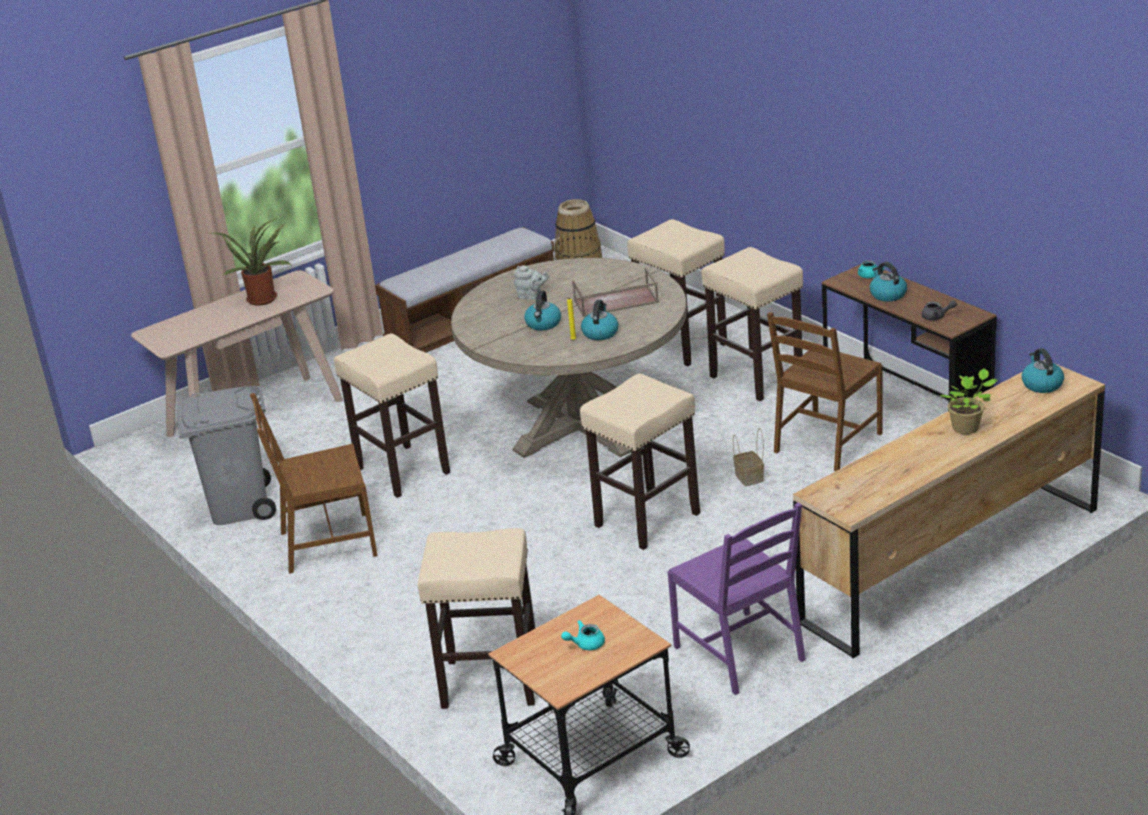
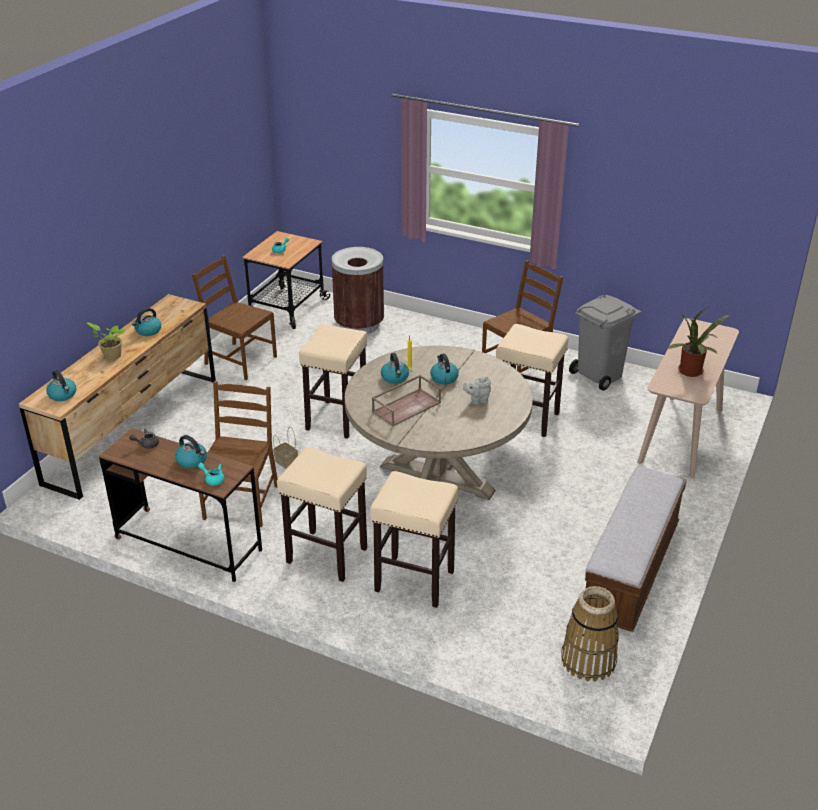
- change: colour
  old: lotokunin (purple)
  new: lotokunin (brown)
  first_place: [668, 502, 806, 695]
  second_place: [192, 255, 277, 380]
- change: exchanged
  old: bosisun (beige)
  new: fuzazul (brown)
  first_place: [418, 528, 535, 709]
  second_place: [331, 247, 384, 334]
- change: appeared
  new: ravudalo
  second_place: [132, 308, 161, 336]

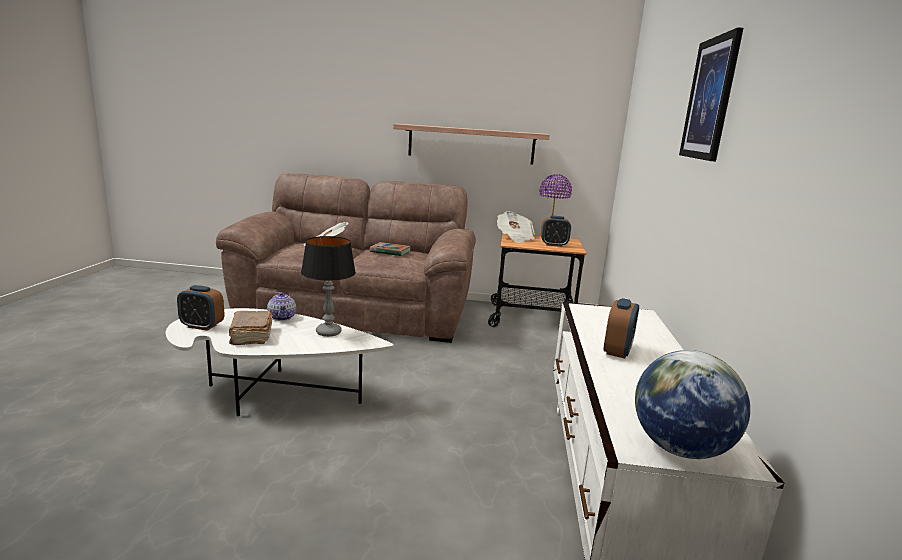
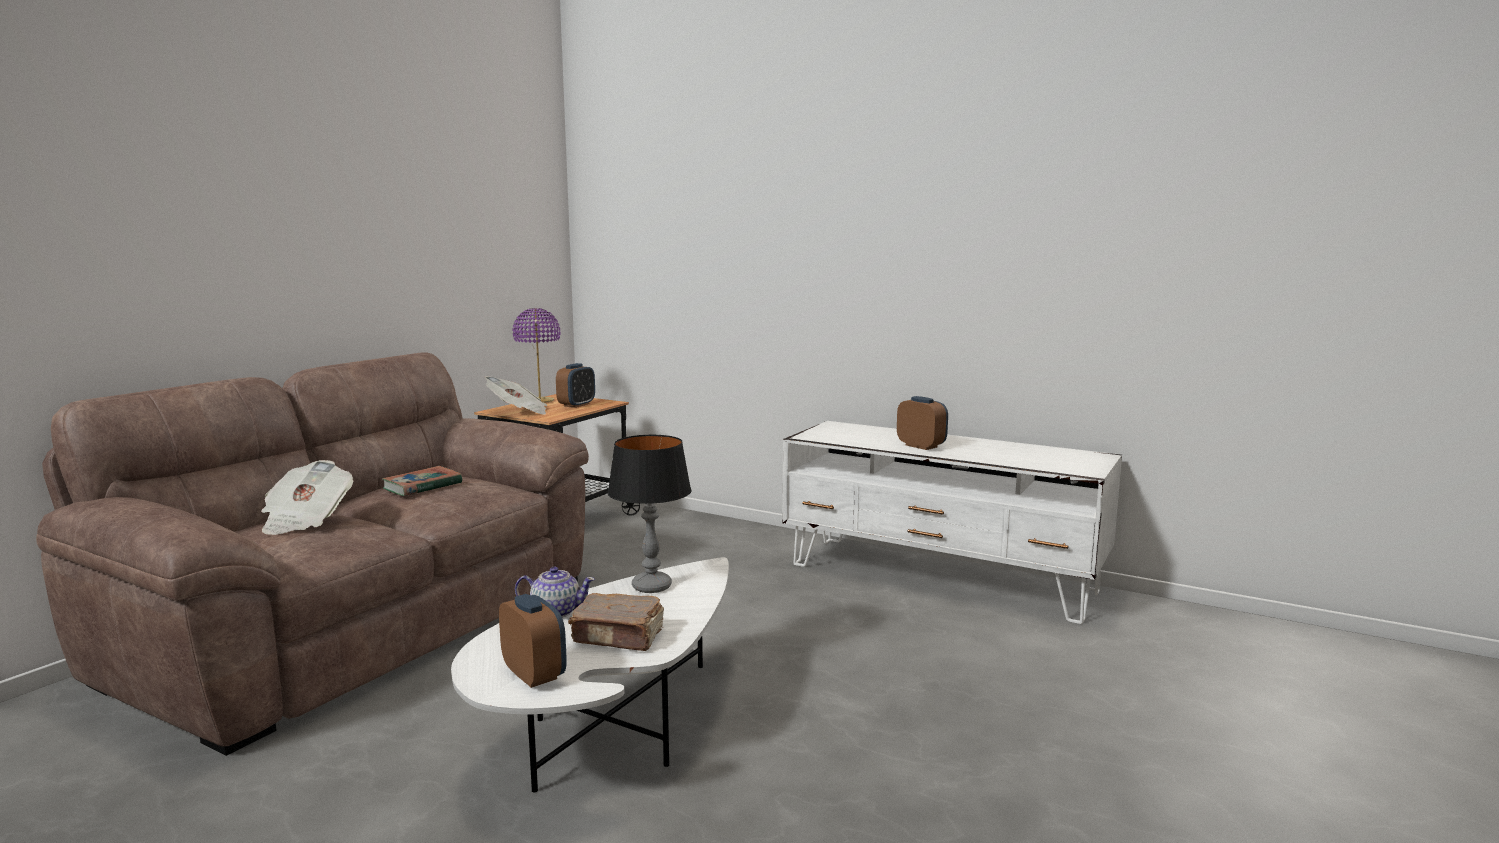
- change: missing
  old: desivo
  first_place: [679, 27, 743, 162]
- change: missing
  old: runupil
  first_place: [393, 124, 550, 165]
- change: spun
  old: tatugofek
  first_place: [177, 285, 224, 331]
  second_place: [499, 594, 567, 688]
  degrees: -75
- change: missing
  old: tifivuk
  first_place: [635, 350, 750, 459]

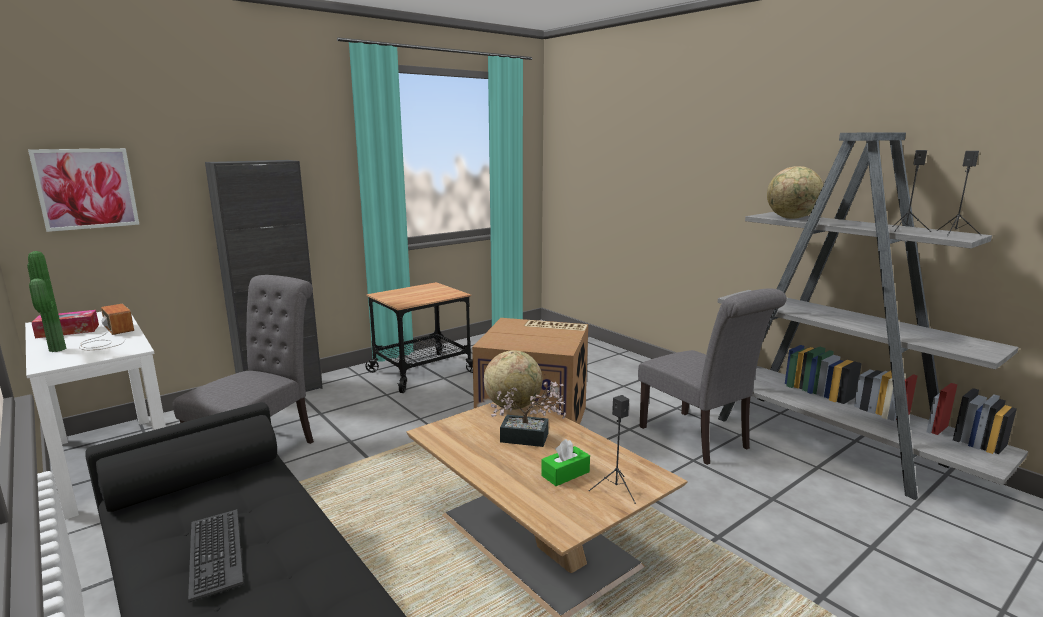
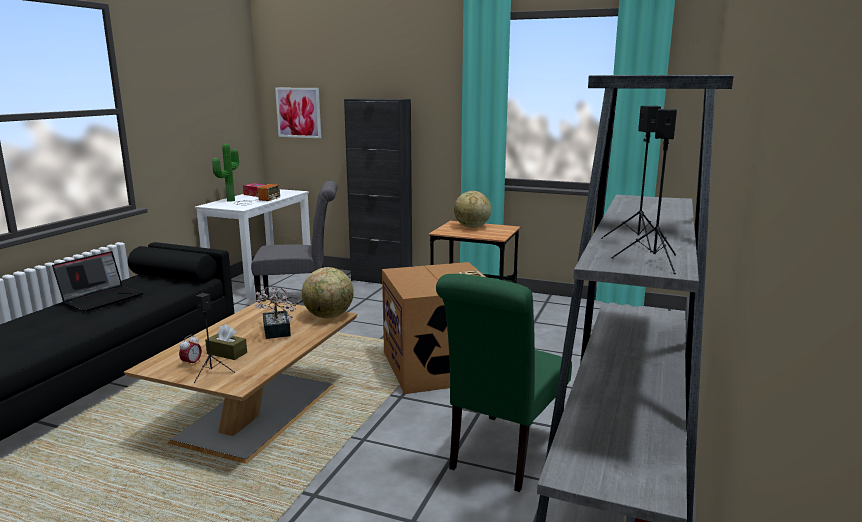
- change: relocated
  old: tifivuk
  first_place: [767, 166, 823, 219]
  second_place: [454, 191, 491, 228]
- change: colour
  old: lotokunin (grey)
  new: lotokunin (green)
  first_place: [638, 288, 787, 465]
  second_place: [436, 274, 572, 492]
- change: colour
  old: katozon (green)
  new: katozon (brown)
  first_place: [541, 439, 590, 486]
  second_place: [205, 324, 247, 360]
- change: exchanged
  old: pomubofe
  new: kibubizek
  first_place: [188, 509, 244, 602]
  second_place: [52, 251, 143, 312]
- change: appeared
  new: tatugofek
  second_place: [179, 335, 202, 365]

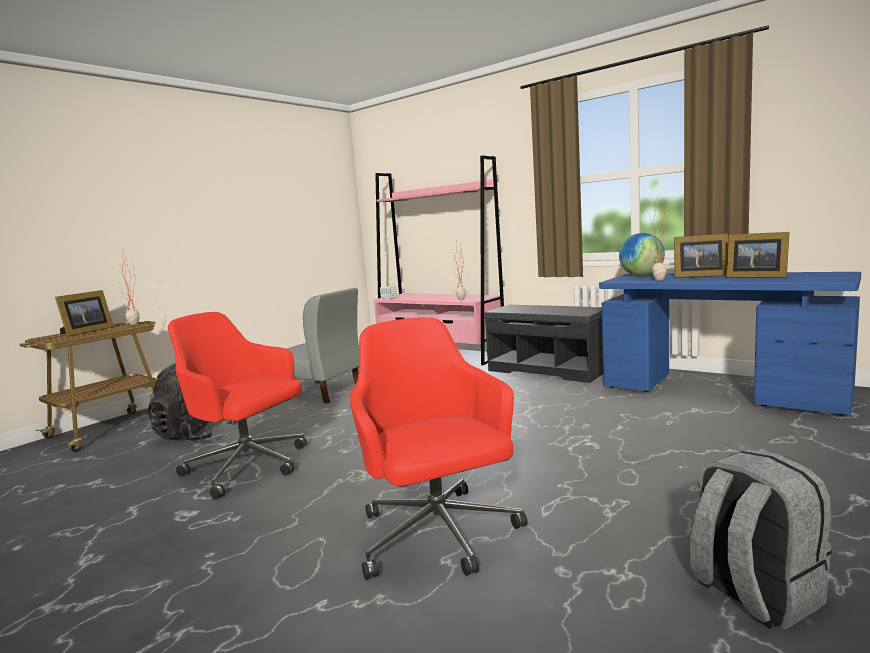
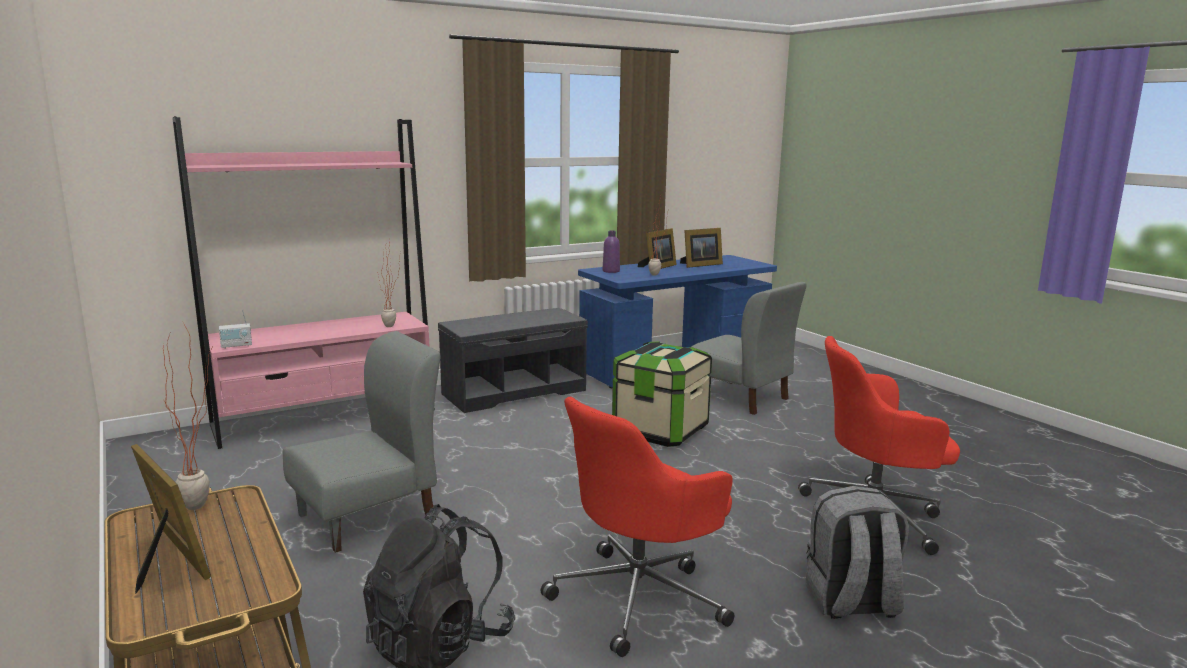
- change: exchanged
  old: tifivuk
  new: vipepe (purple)
  first_place: [619, 233, 665, 276]
  second_place: [603, 231, 620, 273]
- change: relocated
  old: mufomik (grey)
  first_place: [689, 449, 832, 629]
  second_place: [805, 486, 909, 619]
- change: appeared
  new: lotokunin (grey)
  second_place: [691, 282, 807, 415]
- change: appeared
  new: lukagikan
  second_place: [612, 341, 712, 447]

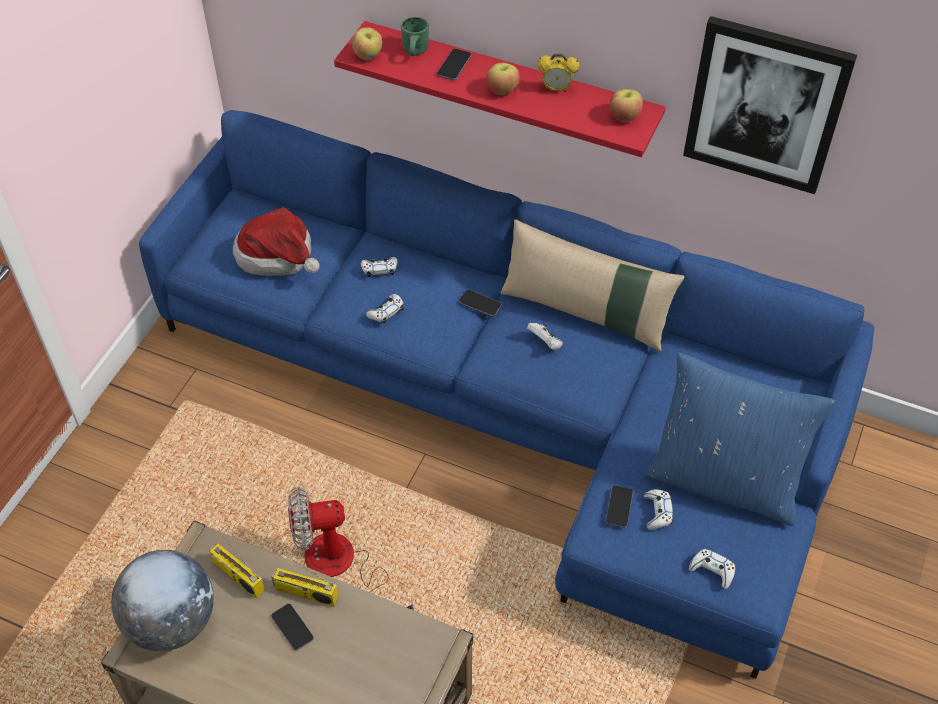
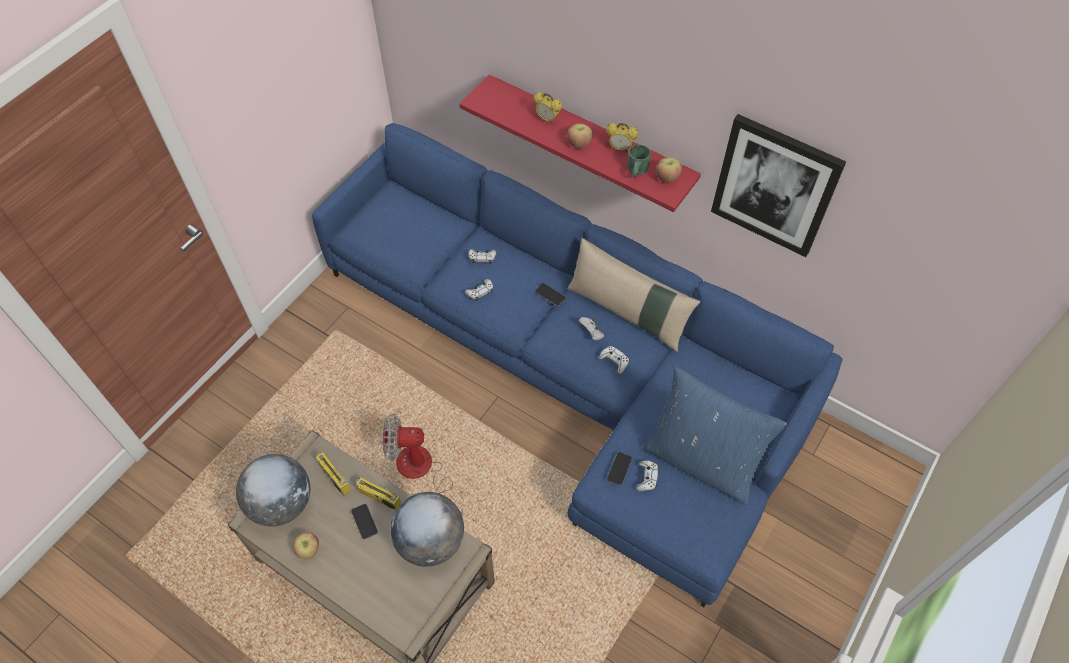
- change: relocated
  old: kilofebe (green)
  first_place: [401, 17, 429, 56]
  second_place: [627, 145, 651, 178]
- change: relocated
  old: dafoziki
  first_place: [352, 27, 383, 60]
  second_place: [293, 532, 319, 559]
- change: exchanged
  old: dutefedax
  new: tatugofek
  first_place: [437, 49, 471, 80]
  second_place: [534, 92, 562, 124]
- change: missing
  old: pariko
  first_place: [233, 207, 320, 276]
- change: relocated
  old: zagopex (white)
  first_place: [689, 549, 735, 589]
  second_place: [599, 346, 629, 374]
- change: appeared
  new: tifivuk
  second_place: [390, 492, 464, 567]

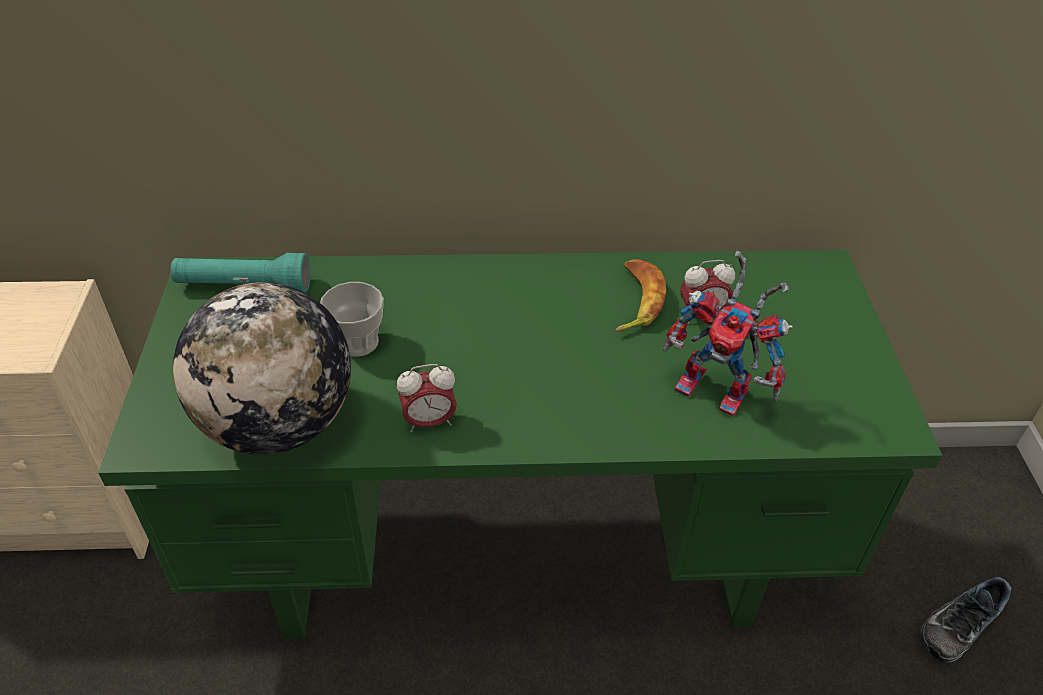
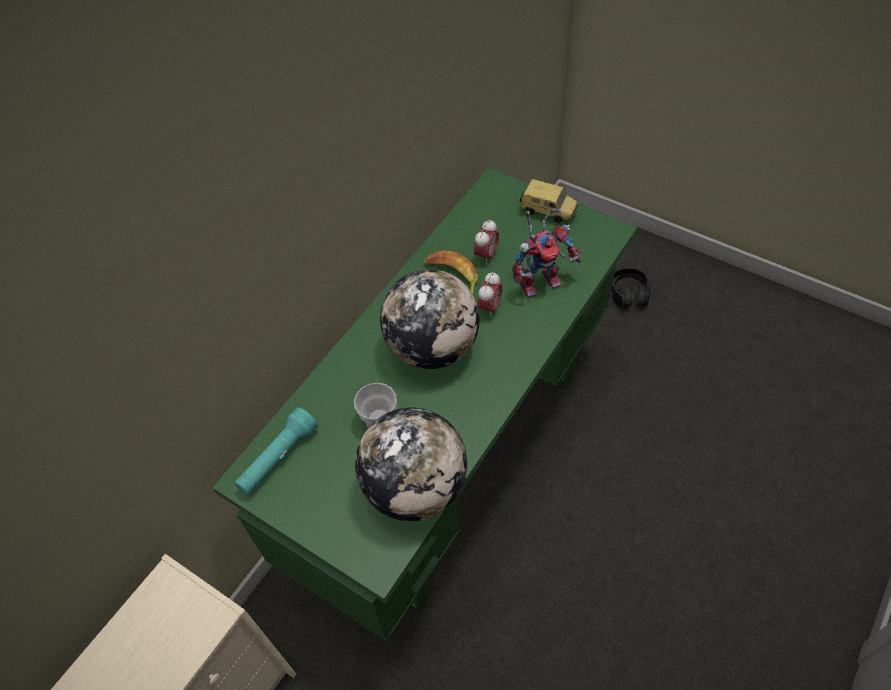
- change: relocated
  old: tatugofek
  first_place: [397, 364, 457, 432]
  second_place: [477, 271, 502, 318]
- change: exchanged
  old: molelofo
  new: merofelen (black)
  first_place: [920, 577, 1012, 663]
  second_place: [612, 268, 650, 308]
- change: appeared
  new: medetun
  second_place: [520, 179, 578, 223]
- change: appeared
  new: tifivuk
  second_place: [380, 269, 480, 369]

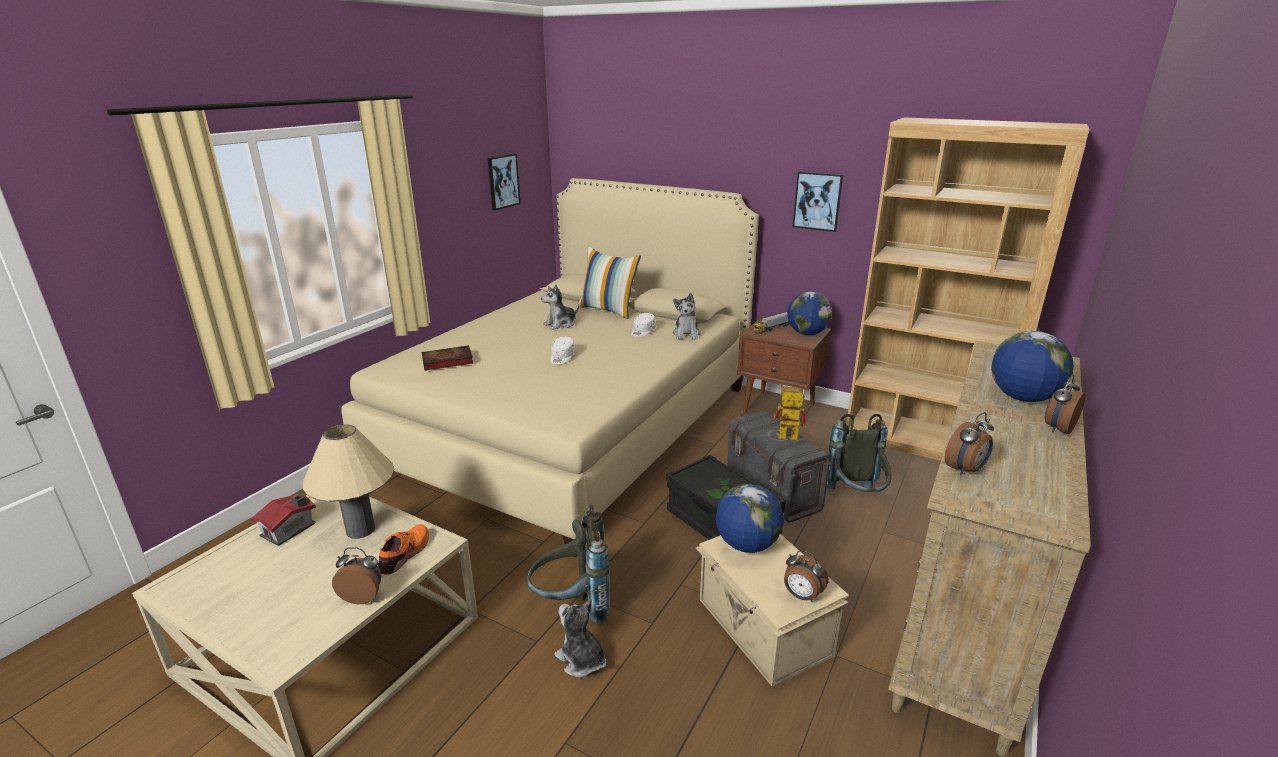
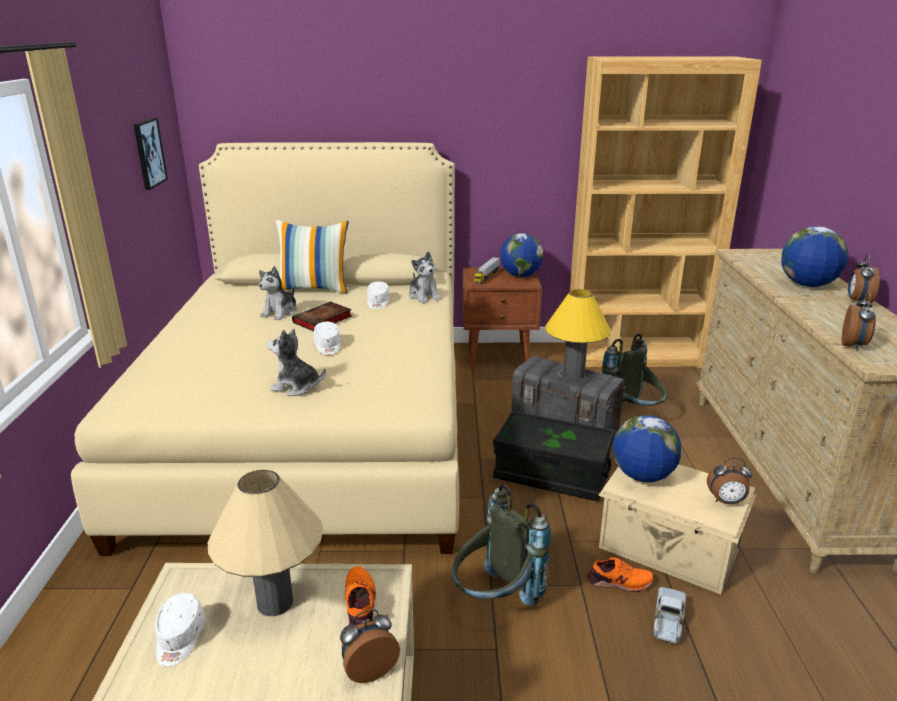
- change: missing
  old: desivo
  first_place: [793, 171, 843, 232]
- change: relocated
  old: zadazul
  first_place: [422, 345, 473, 371]
  second_place: [292, 301, 352, 331]
- change: exchanged
  old: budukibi
  new: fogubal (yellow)
  first_place: [769, 386, 806, 441]
  second_place: [545, 289, 611, 379]
- change: exchanged
  old: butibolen
  new: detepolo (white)
  first_place: [251, 494, 316, 546]
  second_place: [155, 593, 205, 667]
- change: relocated
  old: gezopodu
  first_place: [554, 599, 607, 677]
  second_place: [266, 329, 326, 396]
- change: appeared
  new: molelofo (orange)
  second_place: [587, 557, 653, 592]
- change: appeared
  new: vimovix
  second_place: [653, 587, 686, 645]

